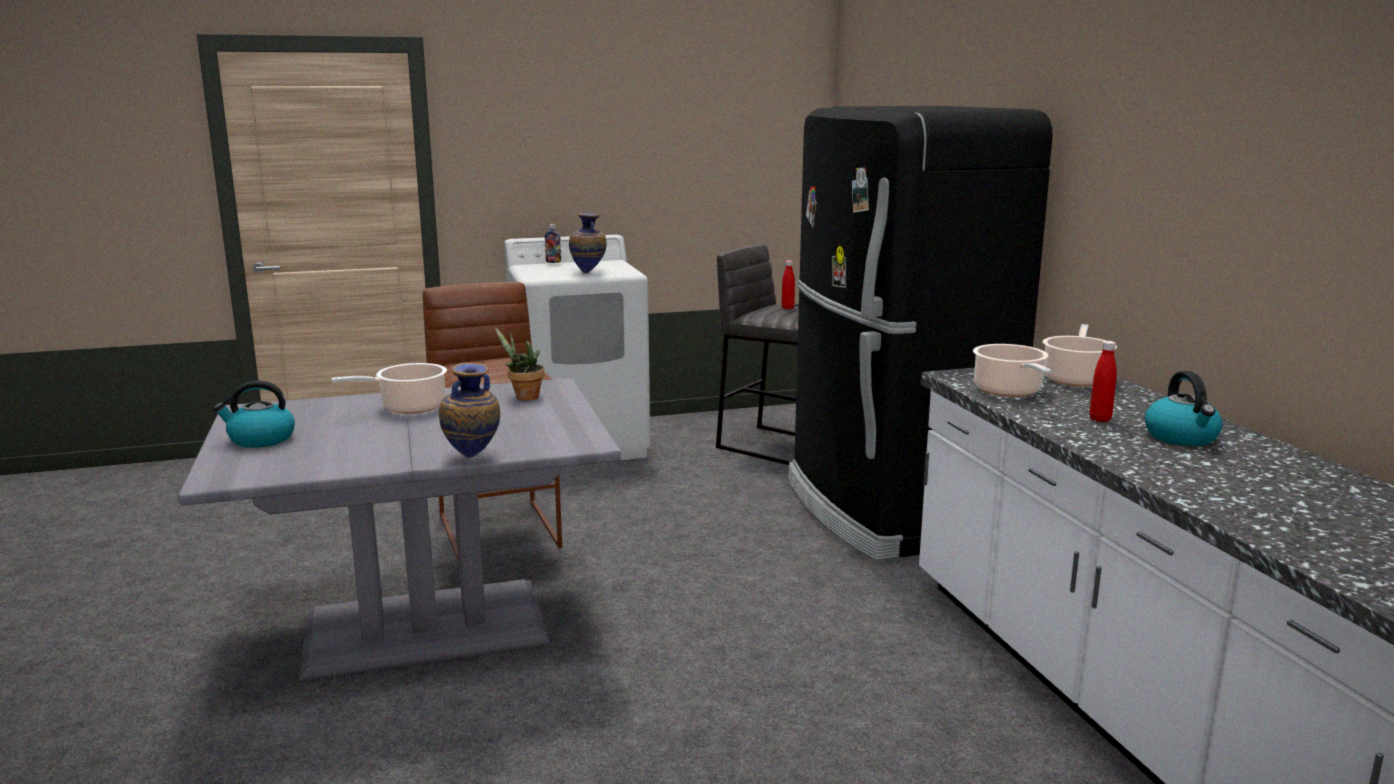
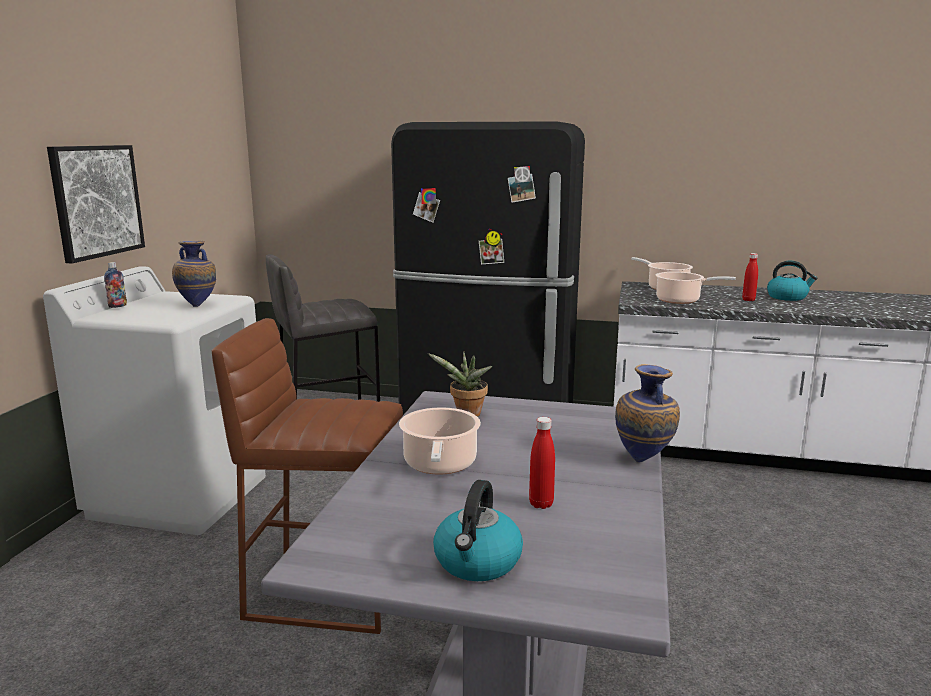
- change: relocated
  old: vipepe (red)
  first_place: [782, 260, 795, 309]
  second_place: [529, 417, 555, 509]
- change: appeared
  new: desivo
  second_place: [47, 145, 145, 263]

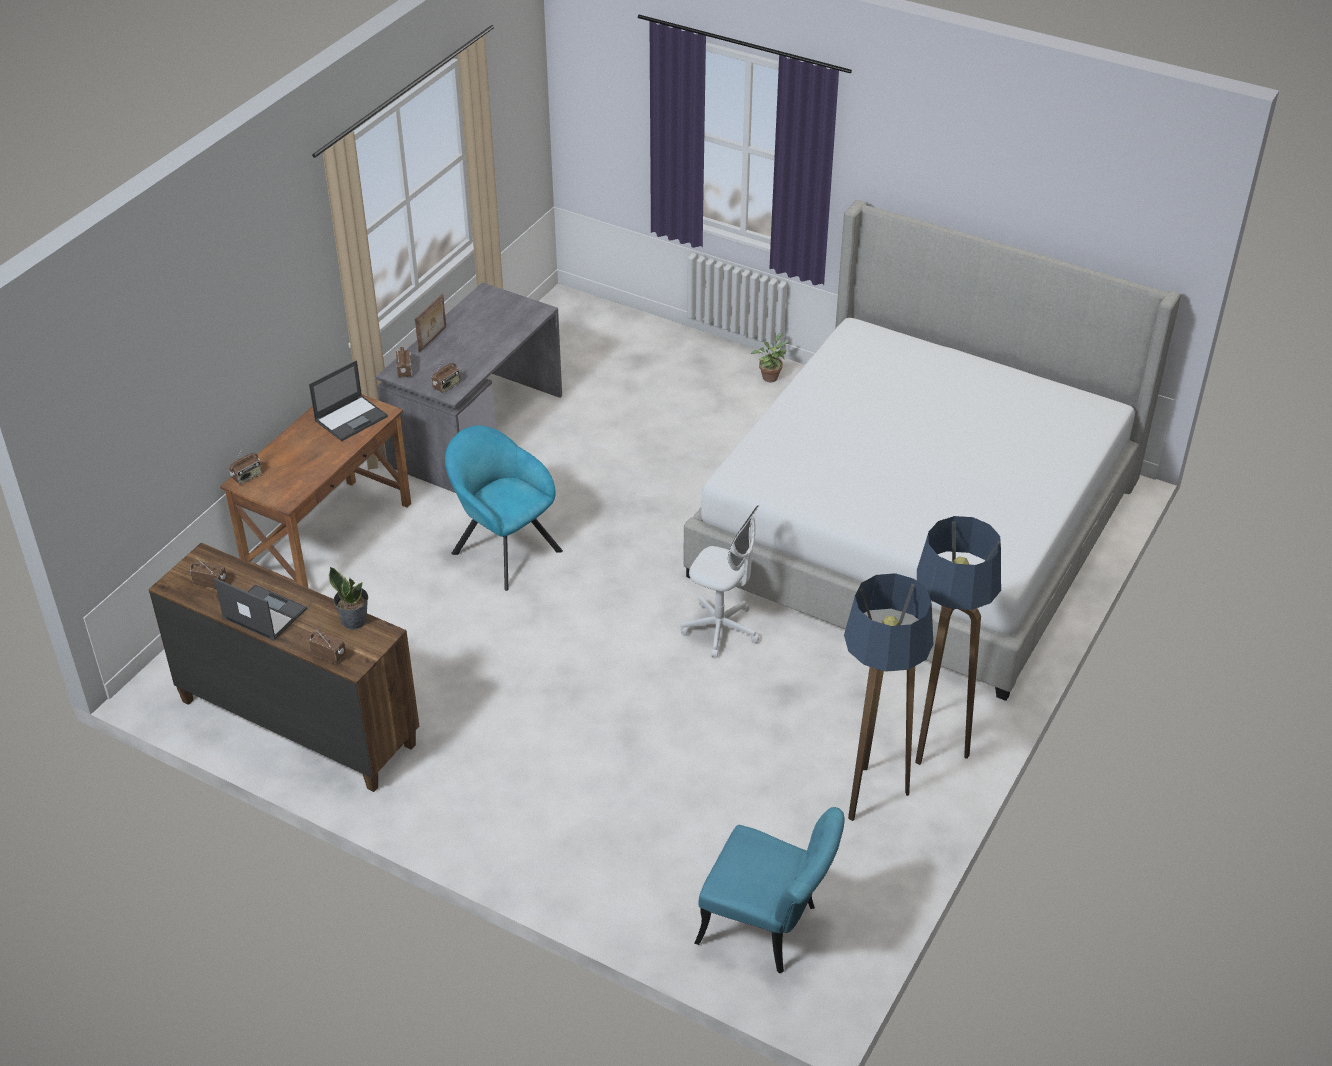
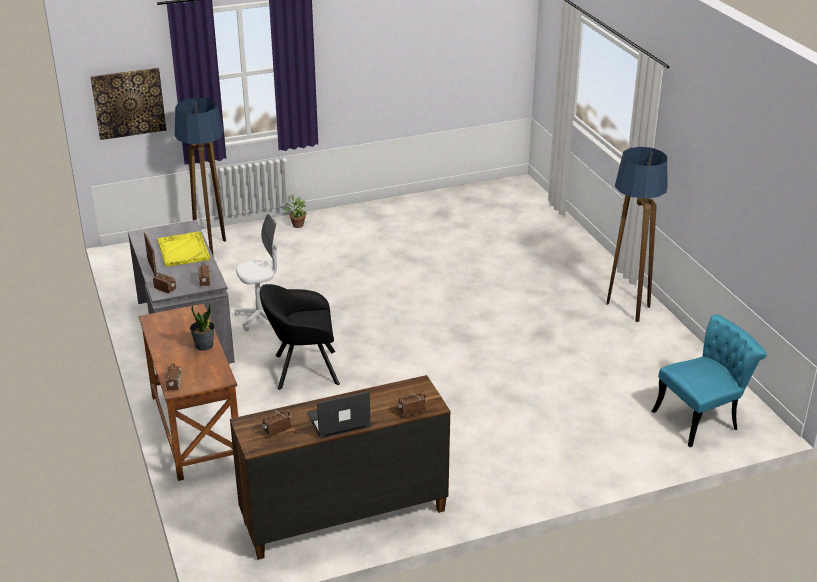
- change: missing
  old: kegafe
  first_place: [683, 200, 1181, 701]
- change: missing
  old: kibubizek
  first_place: [309, 360, 388, 441]
- change: colour
  old: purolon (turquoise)
  new: purolon (black)
  first_place: [445, 425, 563, 591]
  second_place: [260, 284, 340, 390]
- change: relocated
  old: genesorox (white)
  first_place: [681, 505, 760, 658]
  second_place: [235, 213, 277, 332]
- change: relocated
  old: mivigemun
  first_place: [328, 567, 368, 630]
  second_place: [190, 304, 215, 351]
- change: relocated
  old: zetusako
  first_place: [844, 573, 933, 821]
  second_place: [175, 98, 226, 257]
- change: appeared
  new: desivo
  second_place: [90, 68, 166, 140]
- change: appeared
  new: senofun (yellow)
  second_place: [157, 231, 210, 267]

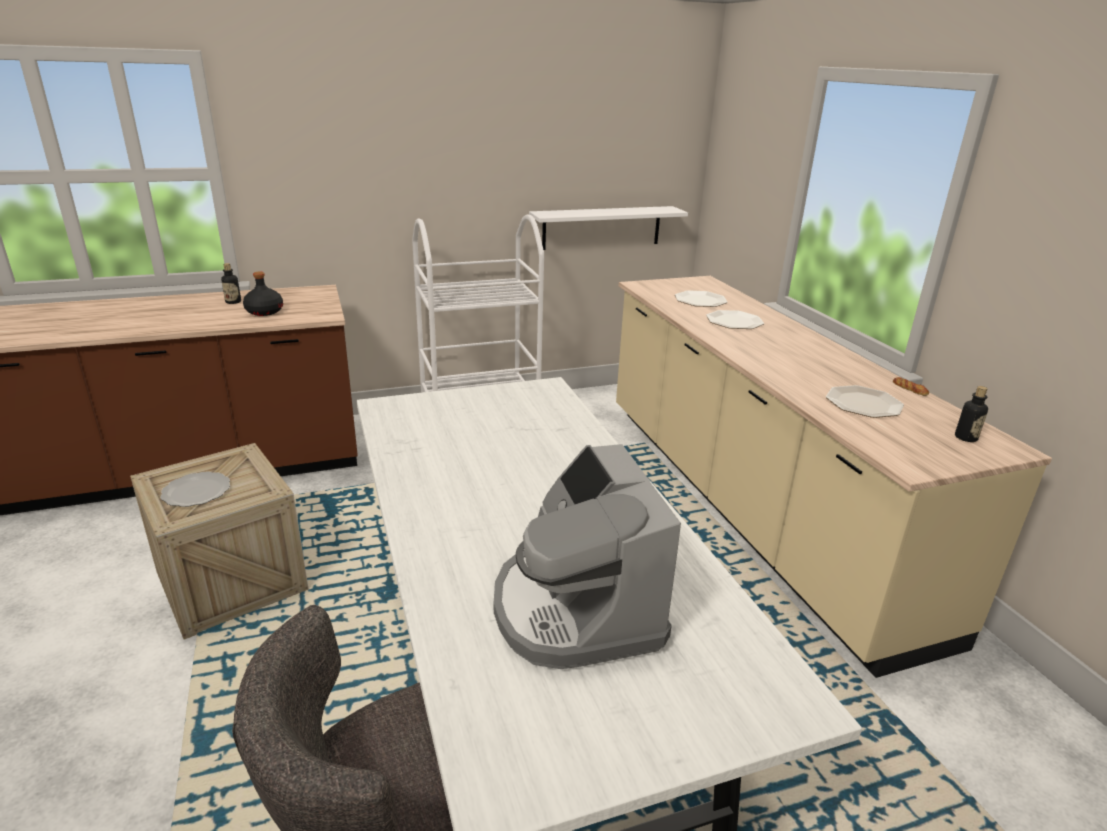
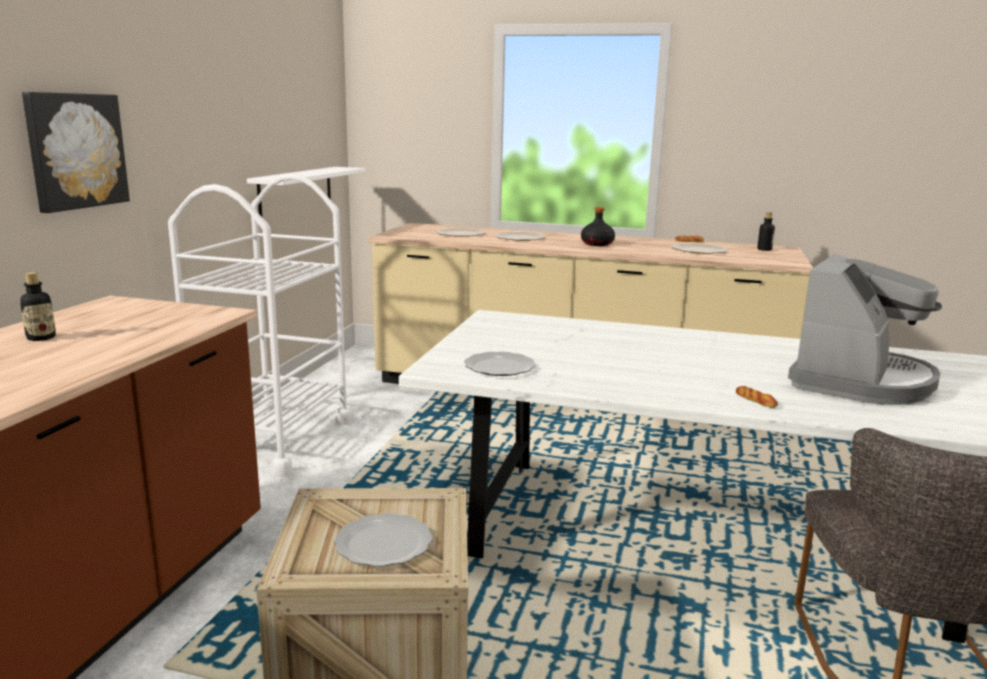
- change: relocated
  old: vipepe (black)
  first_place: [243, 271, 283, 316]
  second_place: [581, 207, 615, 246]
- change: spun
  old: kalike
  first_place: [494, 444, 681, 669]
  second_place: [788, 253, 942, 405]
  degrees: -75
- change: appeared
  new: desivo
  second_place: [22, 92, 130, 213]
- change: appeared
  new: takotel
  second_place: [464, 352, 536, 376]
- change: appeared
  new: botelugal
  second_place: [736, 386, 778, 408]

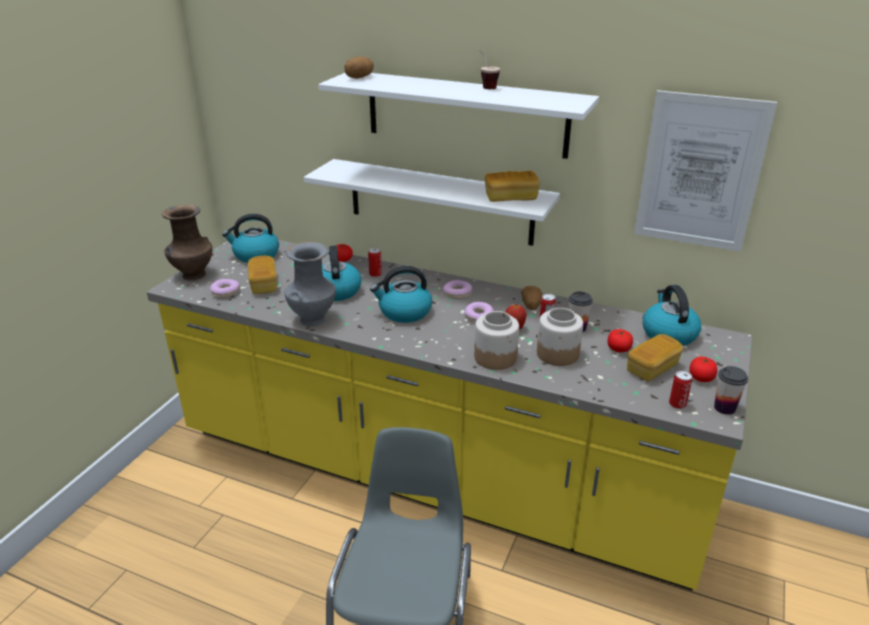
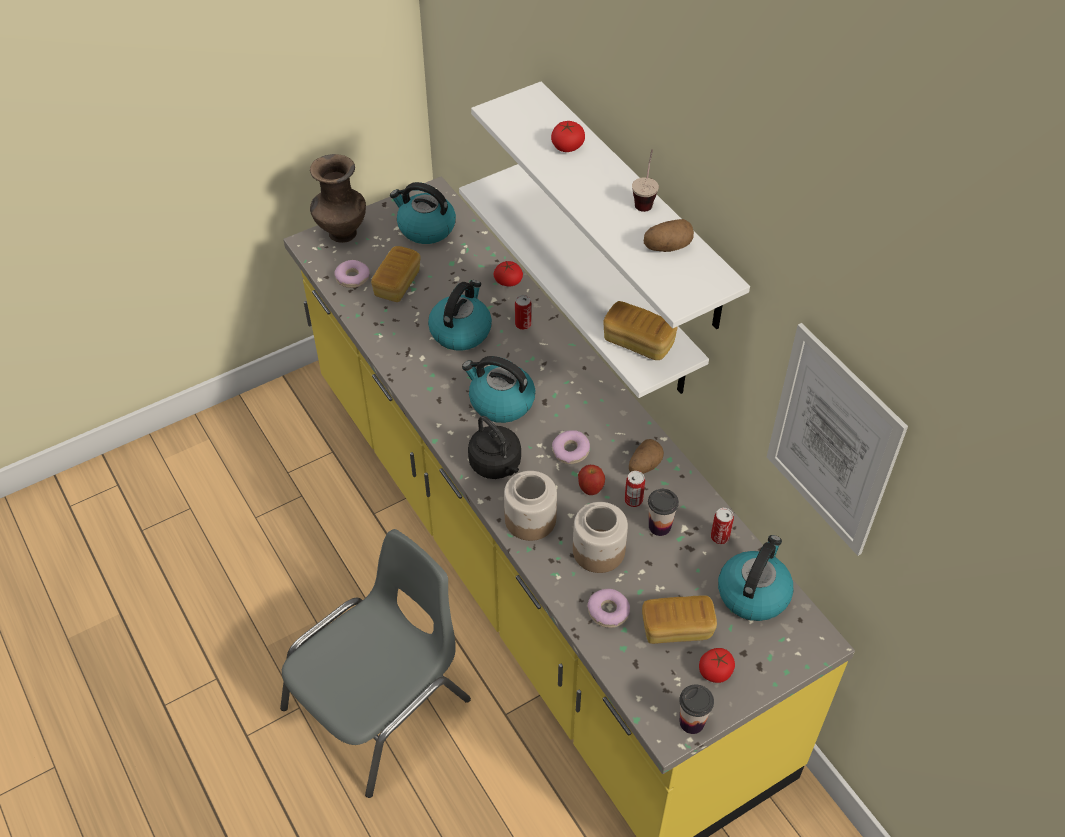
- change: relocated
  old: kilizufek
  first_place: [345, 56, 374, 79]
  second_place: [644, 219, 694, 252]
- change: missing
  old: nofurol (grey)
  first_place: [284, 242, 336, 326]
- change: relocated
  old: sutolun
  first_place: [443, 280, 472, 299]
  second_place: [587, 589, 630, 628]
- change: relocated
  old: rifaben
  first_place: [607, 329, 633, 352]
  second_place: [551, 121, 585, 152]
- change: relocated
  old: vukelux
  first_place: [669, 371, 692, 409]
  second_place: [711, 508, 734, 544]
- change: appeared
  new: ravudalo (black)
  second_place: [468, 416, 521, 479]

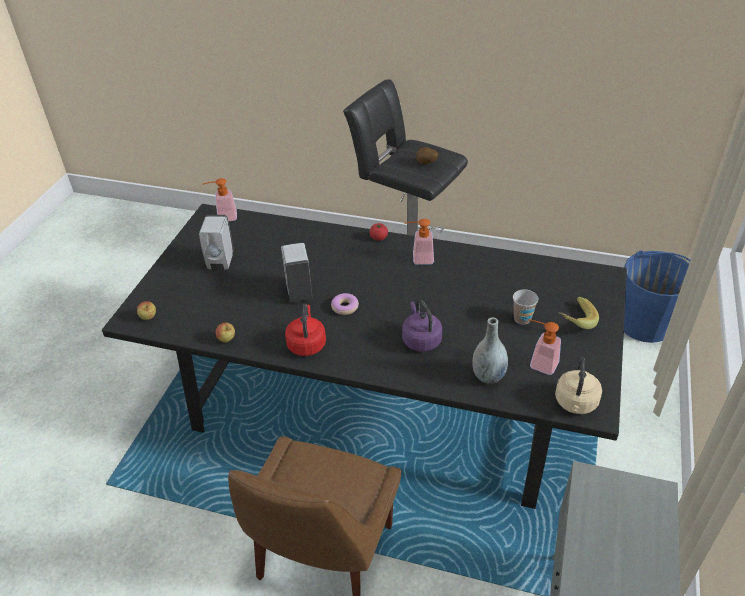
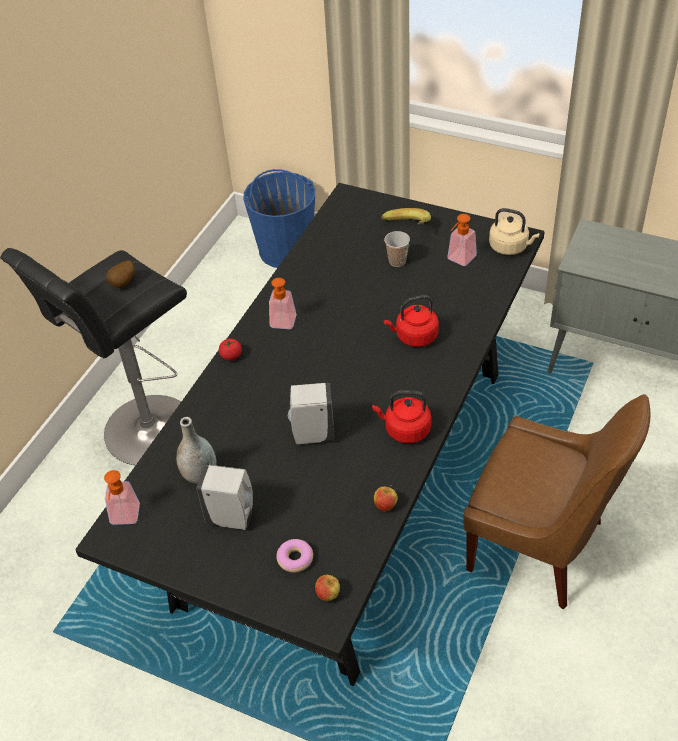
- change: relocated
  old: sutolun
  first_place: [331, 293, 359, 315]
  second_place: [277, 539, 313, 573]
- change: colour
  old: ravudalo (purple)
  new: ravudalo (red)
  first_place: [402, 300, 442, 352]
  second_place: [384, 295, 439, 347]
- change: relocated
  old: nofurol (grey)
  first_place: [472, 317, 508, 384]
  second_place: [176, 417, 217, 484]

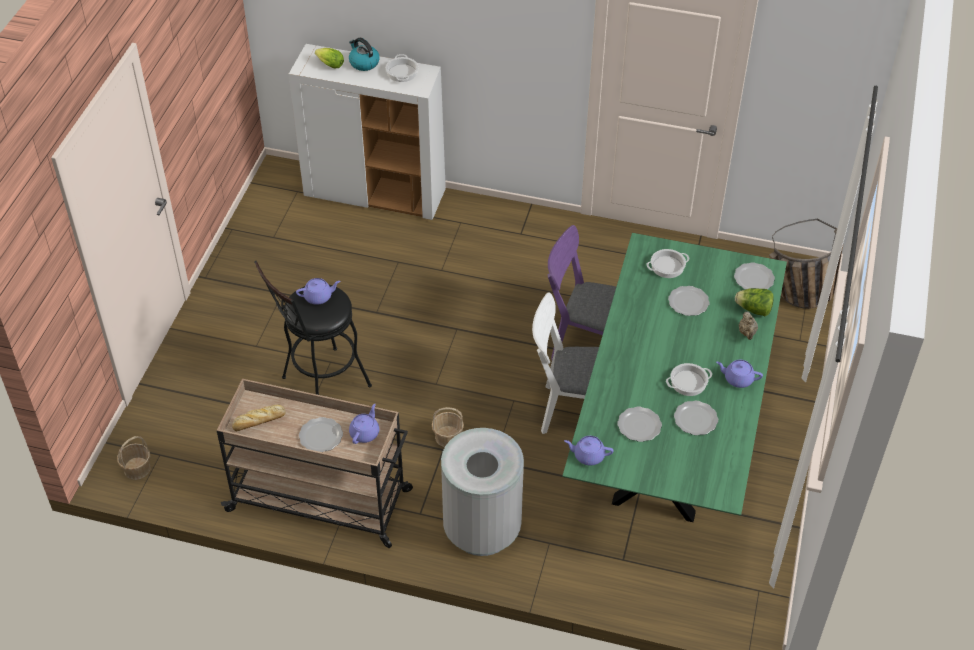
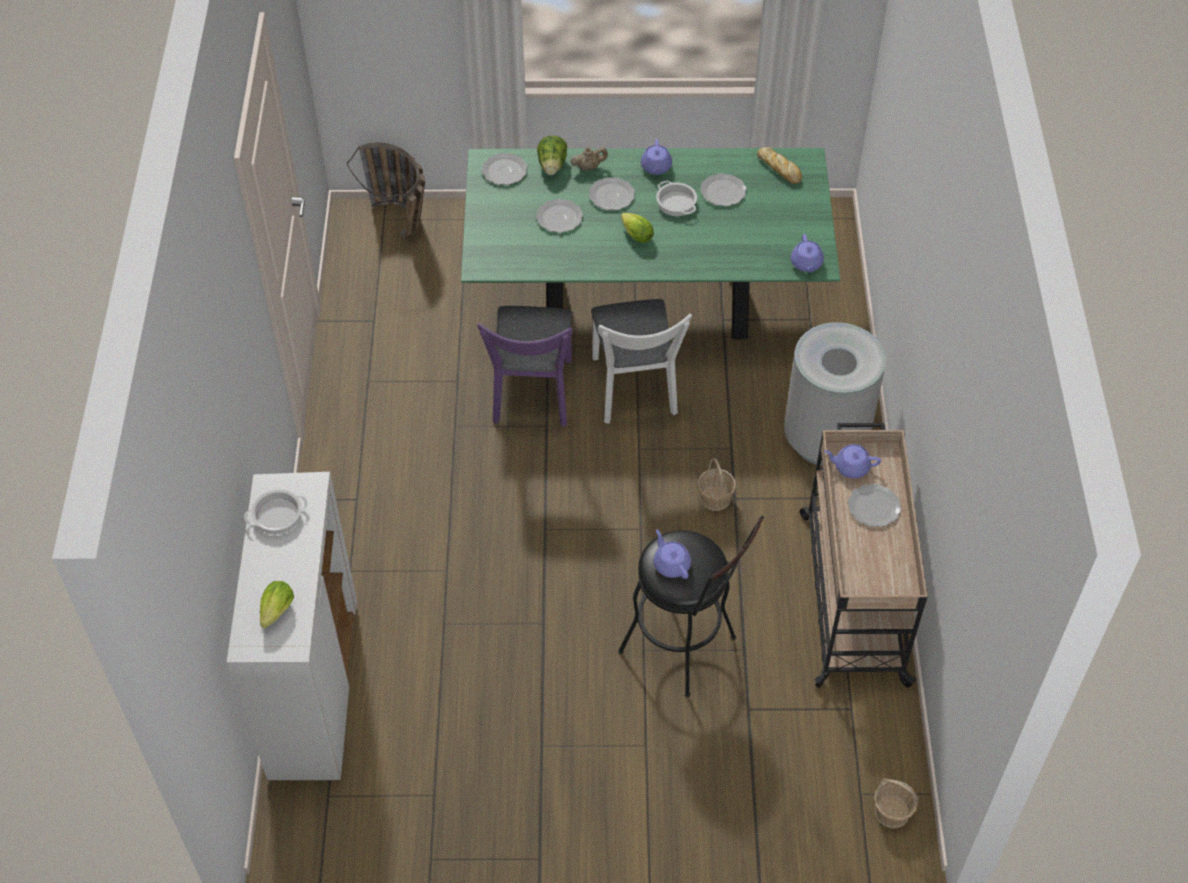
- change: missing
  old: ravudalo
  first_place: [349, 38, 380, 71]
- change: missing
  old: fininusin
  first_place: [647, 249, 689, 278]
- change: relocated
  old: botelugal
  first_place: [232, 405, 286, 431]
  second_place: [757, 147, 802, 184]
- change: relocated
  old: takotel
  first_place: [617, 407, 662, 442]
  second_place: [589, 178, 635, 210]
- change: appeared
  new: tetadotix
  second_place: [621, 213, 654, 243]

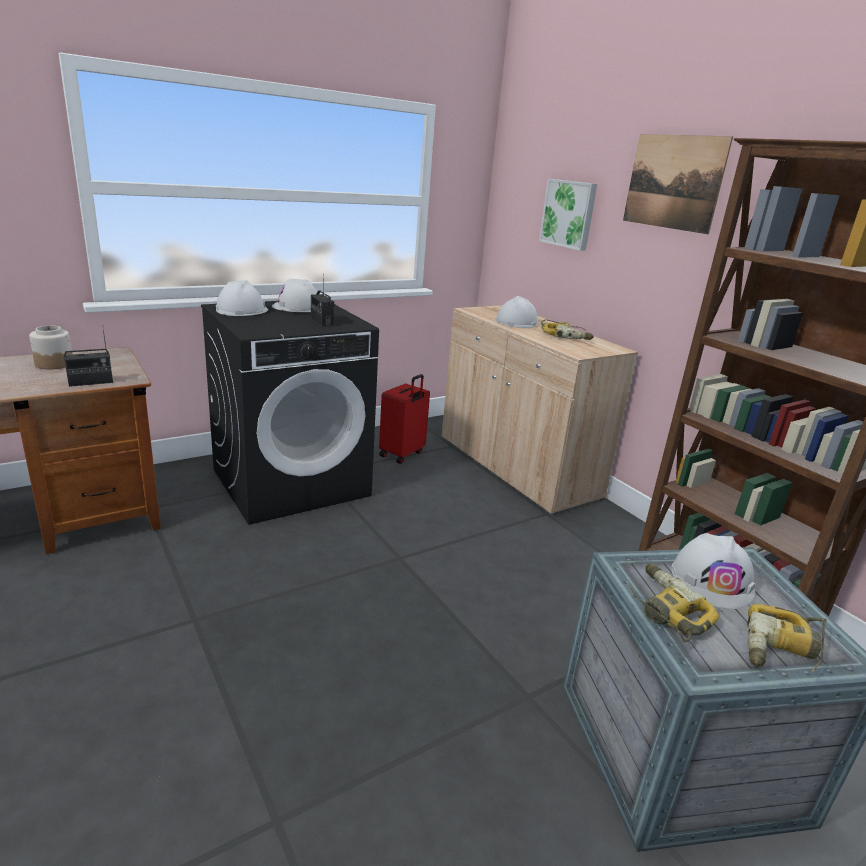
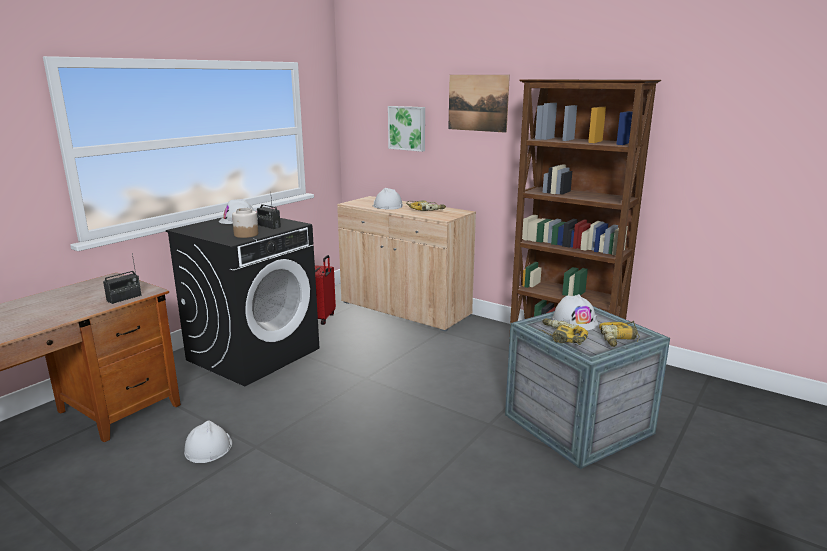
- change: relocated
  old: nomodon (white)
  first_place: [216, 280, 268, 316]
  second_place: [184, 420, 232, 463]
- change: relocated
  old: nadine
  first_place: [29, 325, 73, 369]
  second_place: [232, 208, 258, 238]

